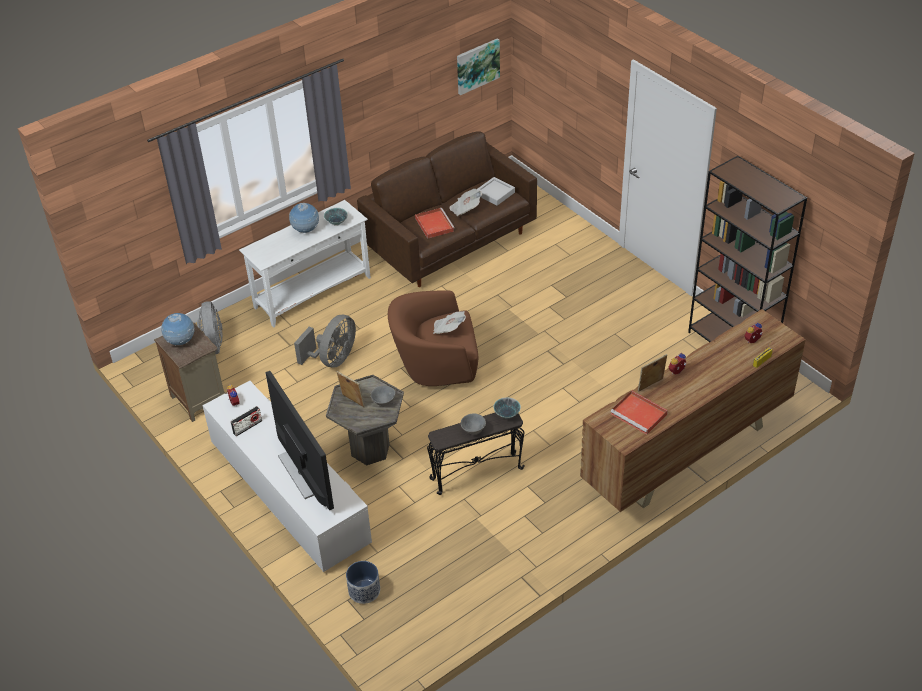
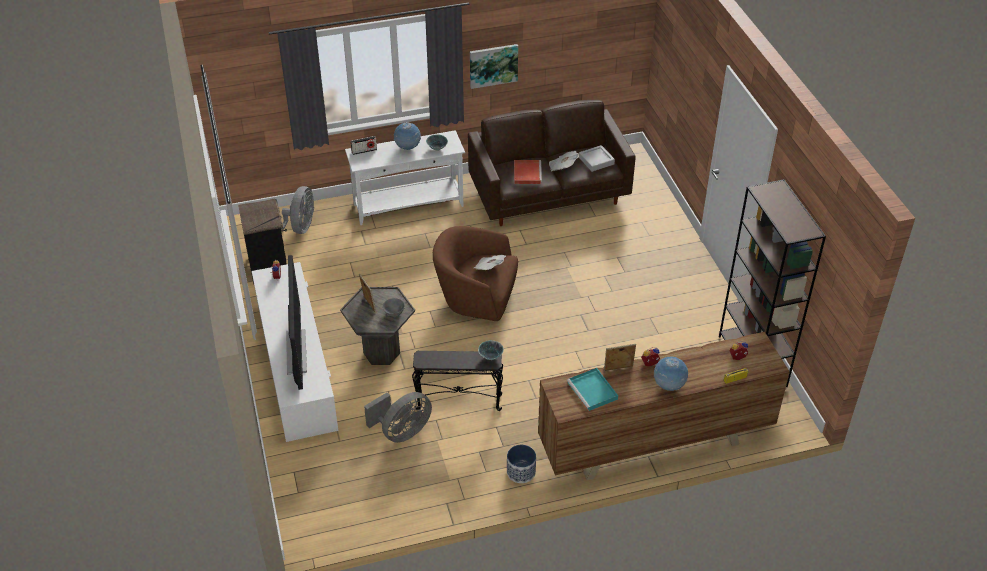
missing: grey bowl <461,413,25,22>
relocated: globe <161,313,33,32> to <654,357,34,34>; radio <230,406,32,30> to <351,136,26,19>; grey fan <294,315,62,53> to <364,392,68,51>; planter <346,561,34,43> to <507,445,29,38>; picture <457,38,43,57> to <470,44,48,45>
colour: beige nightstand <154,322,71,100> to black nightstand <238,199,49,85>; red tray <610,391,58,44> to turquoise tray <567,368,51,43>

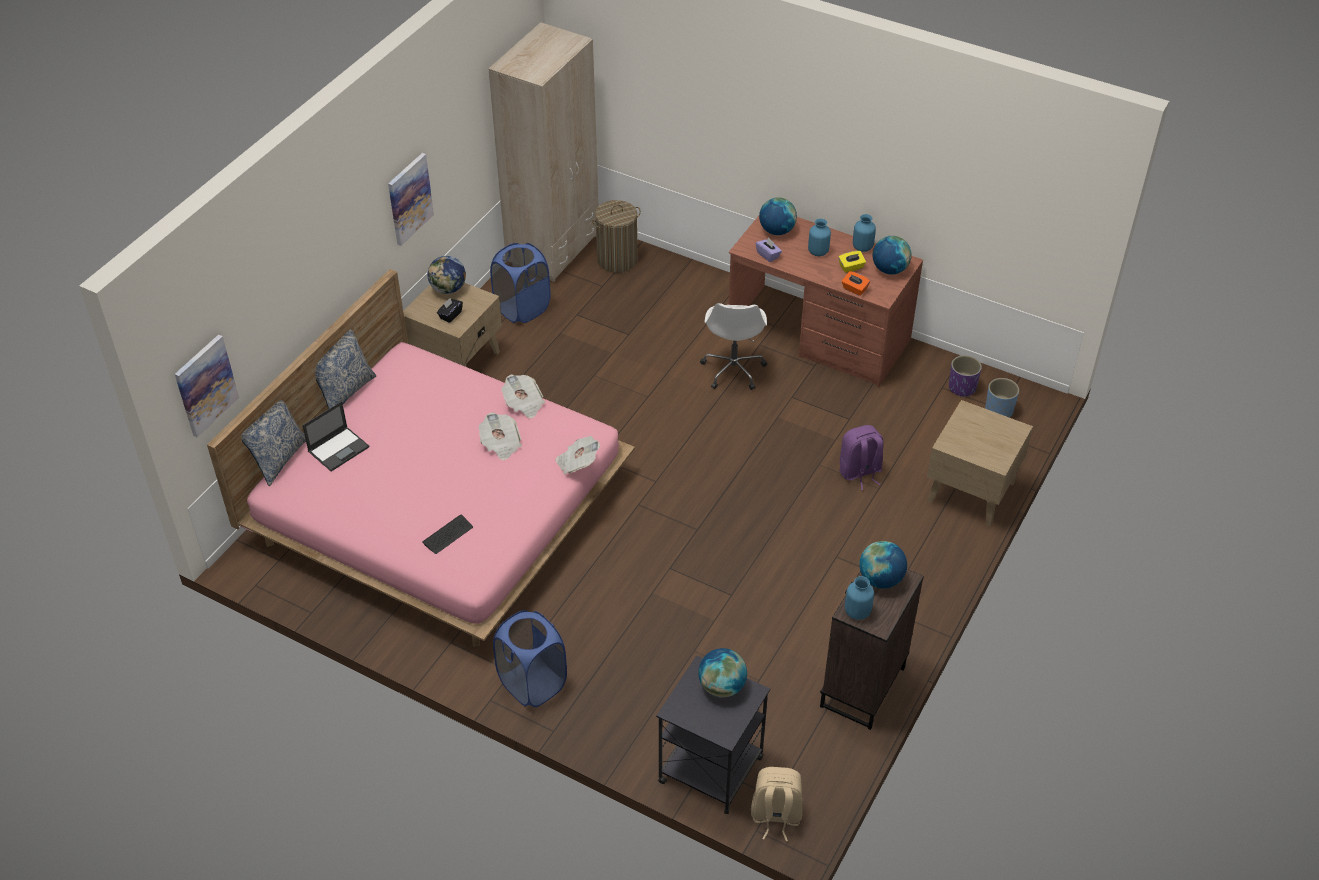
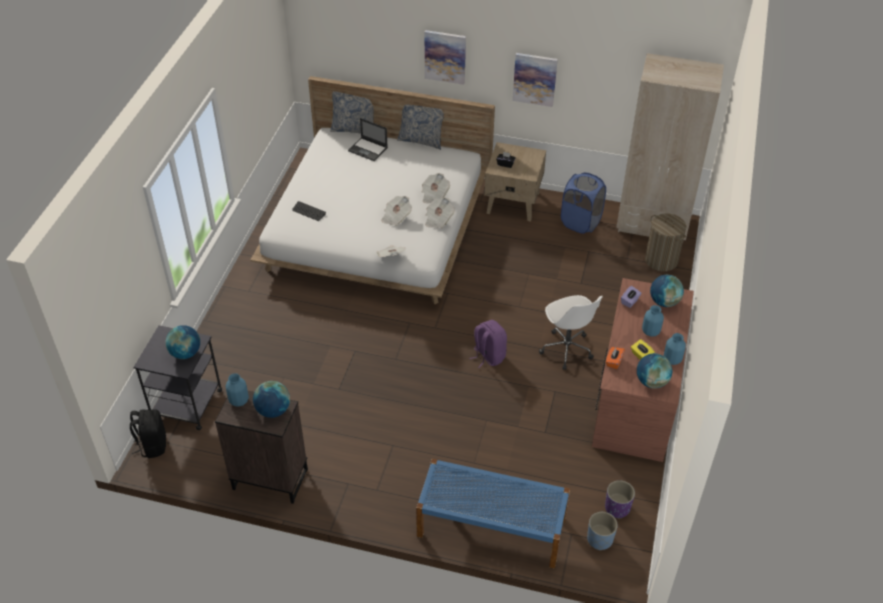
missing: globe <428,256,38,38>; blue laundry basket <493,610,74,97>
appeared: newspaper <422,173,28,31>
relocated: picture <175,334,64,104> to <425,30,41,55>; purple backpack <840,425,44,65> to <469,320,38,48>
exchanged: beige nightstand <927,400,106,127> to blue bench <416,459,154,110>
colour: pink bed <207,269,428,378> to white bed <250,76,245,228>; beige backpack <751,767,52,74> to black backpack <130,410,36,48>
spun: white office chair <700,303,67,87> = <539,295,64,75> 105 degrees counterclockwise

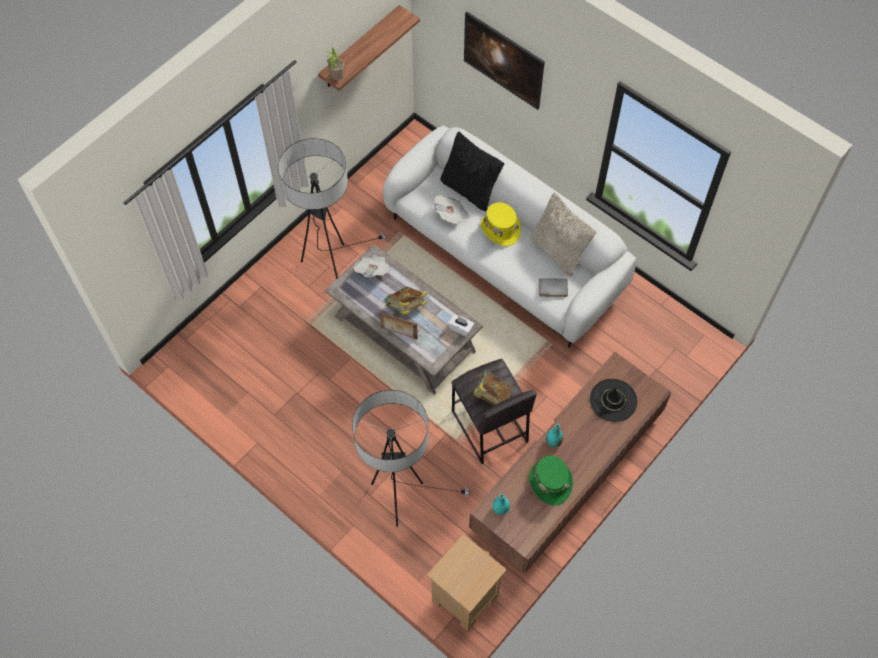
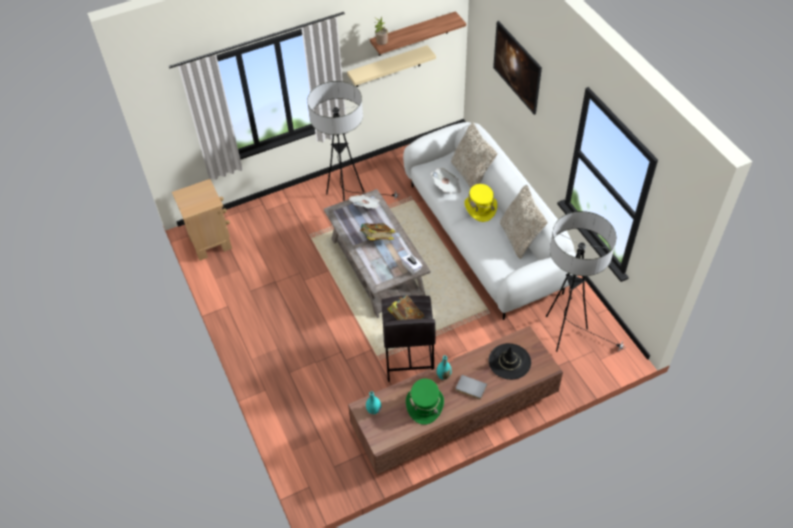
missing: picture frame <380,312,38,27>
appeared: beige shelf <347,45,89,42>
relocated: floor lamp <352,390,120,137> to <546,211,80,141>; beige nightstand <427,534,80,98> to <172,179,60,82>; grey book <539,278,29,19> to <455,375,32,25>
colour: black pillow <440,131,65,80> to beige pillow <451,122,47,66>

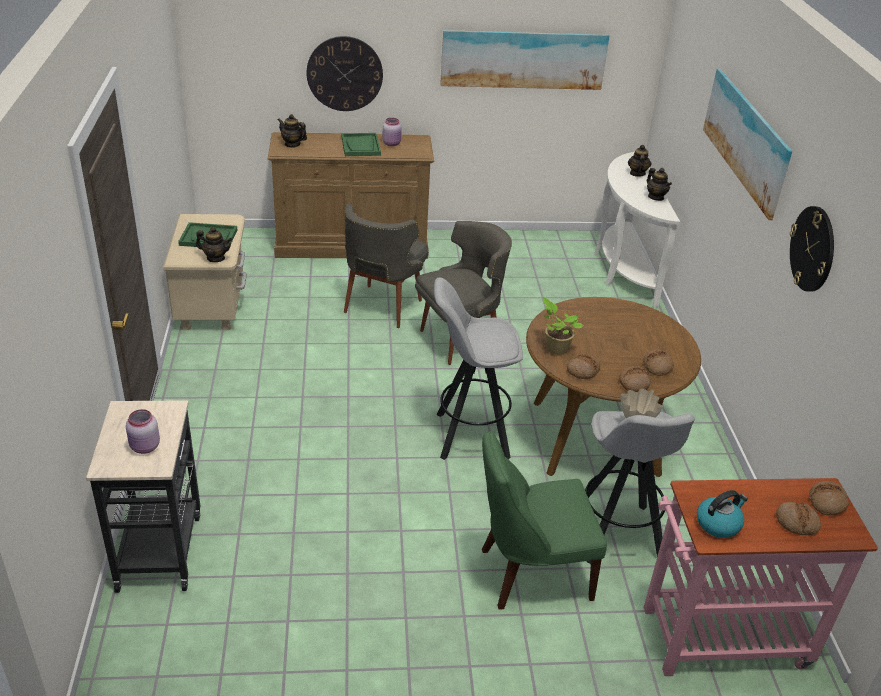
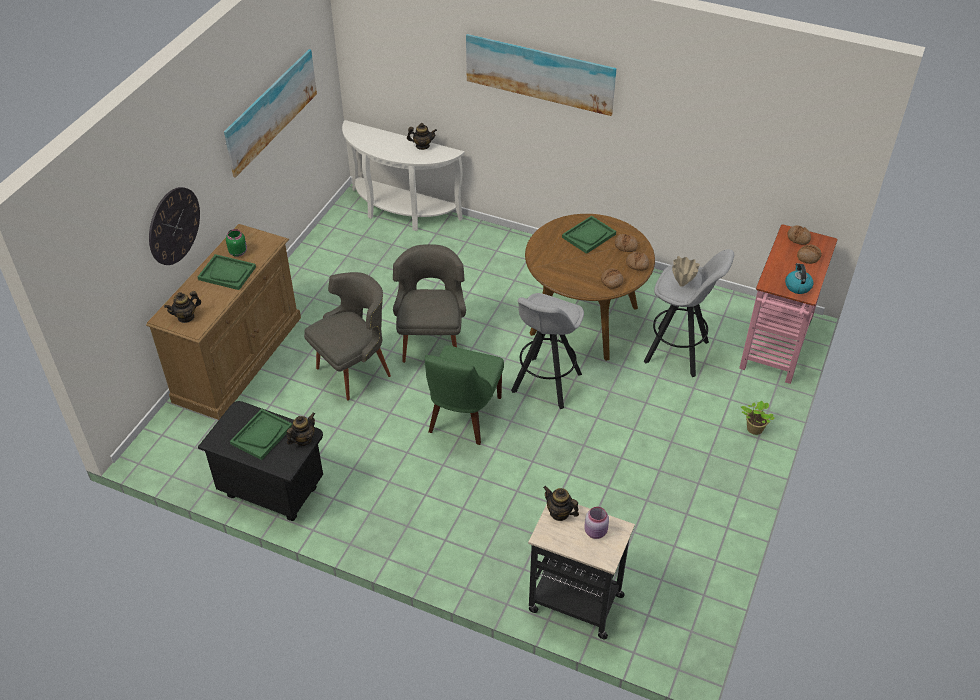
missing: wall clock <790,206,44,86>
appeared: green tray <562,216,54,38>
relocated: green chair <482,431,125,179> to <425,345,79,100>; potted plant <542,297,42,58> to <741,401,34,34>; teapot <628,145,23,32> to <543,486,36,35>
colour: beige nightstand <163,214,84,116> to black nightstand <198,401,125,120>; pink jar <383,118,19,28> to green jar <226,229,21,28>
spun: grey chair <344,204,85,124> = <304,272,87,129> 90 degrees counterclockwise

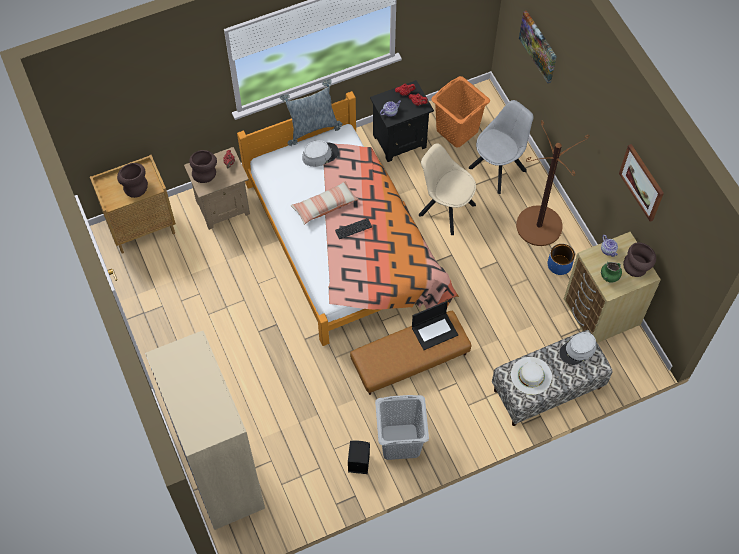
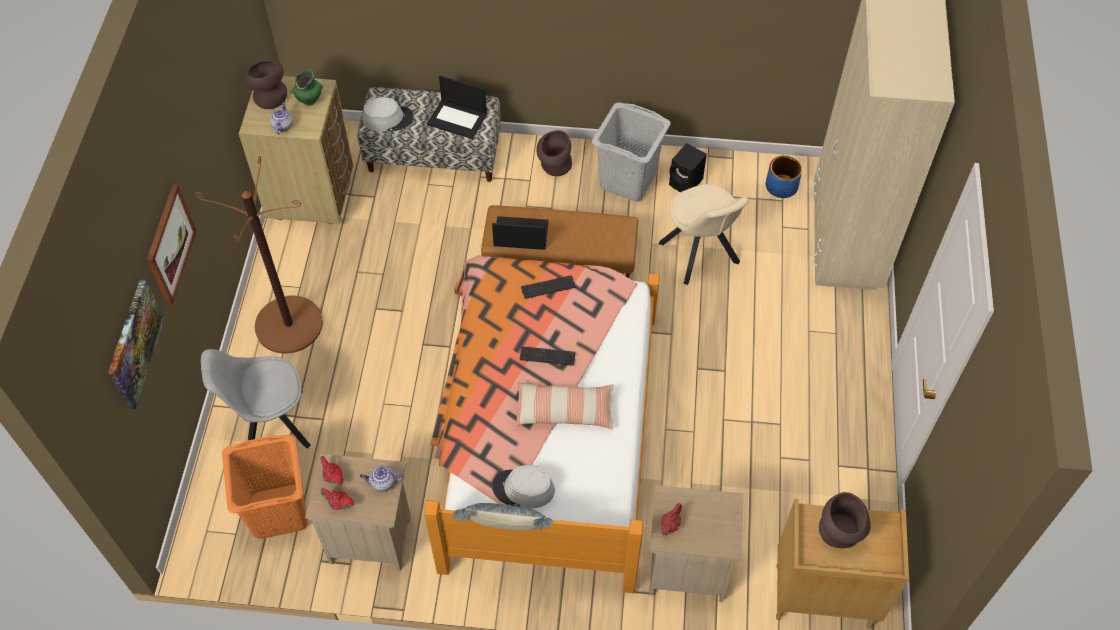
appeared: keyboard <521,275,55,24>
relocated: brown vase <189,150,28,33> to <536,130,36,46>; beige chair <419,143,57,92> to <658,184,91,101>; blue planter <548,244,27,31> to <766,155,36,43>; picture <619,144,45,77> to <147,184,49,121>
exchanged: white hat <511,357,41,38> to laptop <427,75,60,64>
colour: black nightstand <370,80,64,82> to beige nightstand <305,454,106,117>

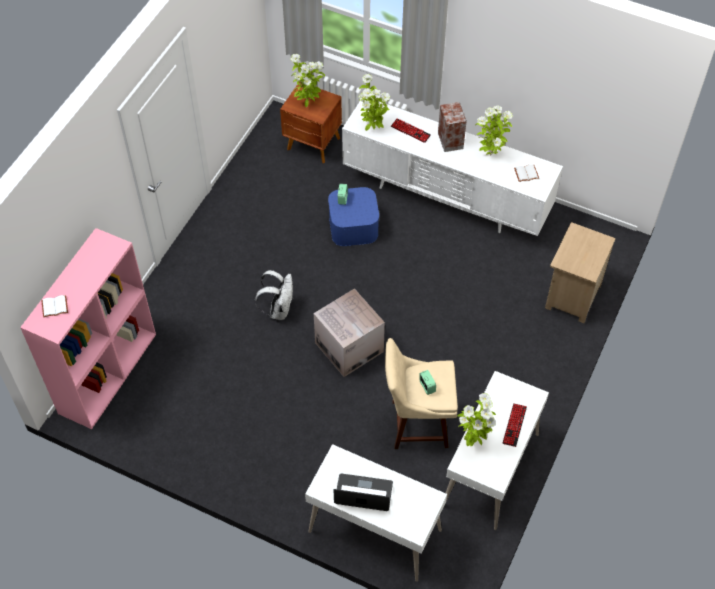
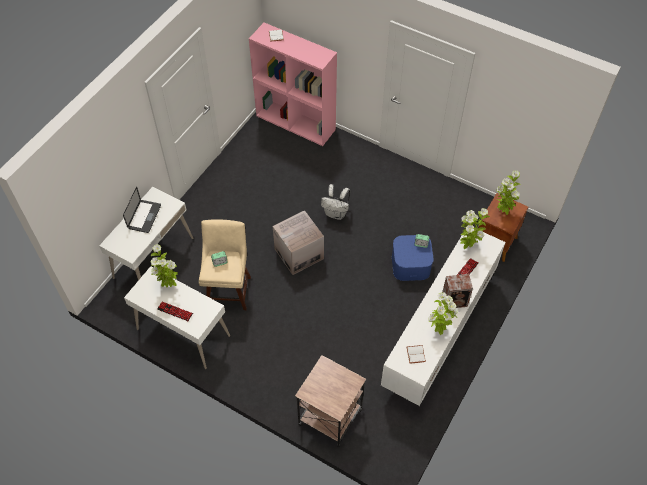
exchanged: beige nightstand <545,222,71,101> to brown cart <295,355,71,92>

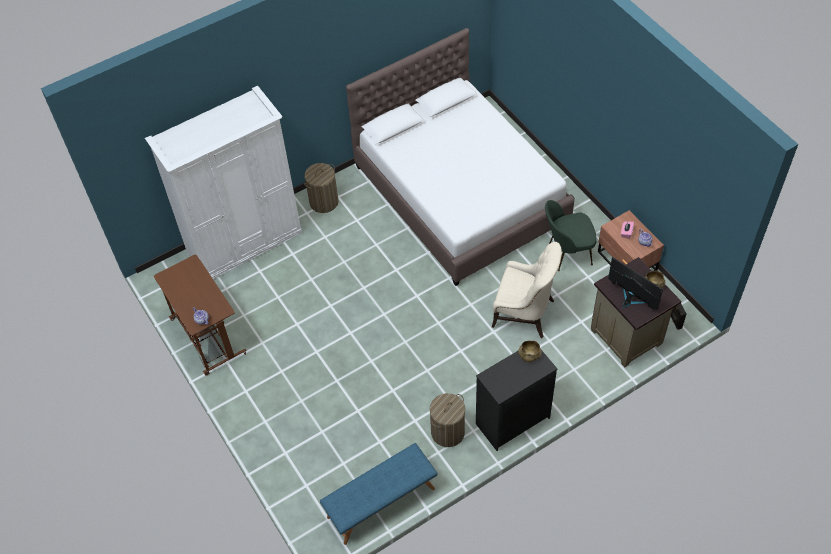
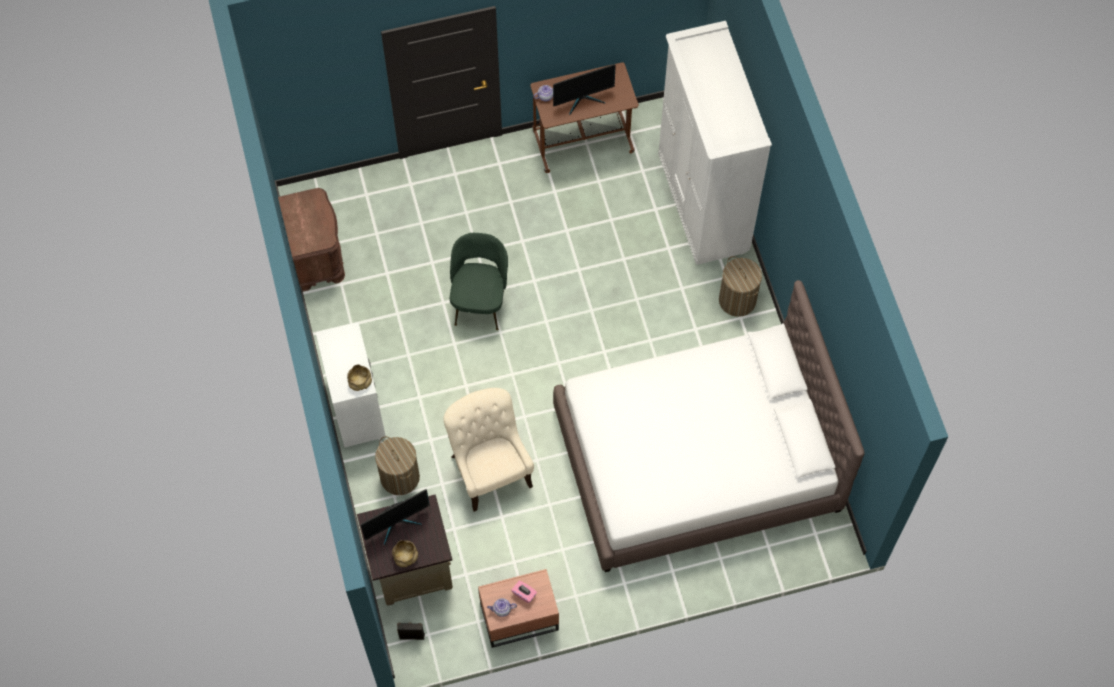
appeared: monitor <553,64,63,51>
relocated: laundry basket <430,393,35,54> to <375,436,45,59>; green chair <545,200,52,71> to <450,233,58,97>
exchanged: blue bench <320,443,118,102> to brown nightstand <278,188,67,104>
colour: black dresser <476,351,82,100> to white dresser <316,322,70,125>
spun: beige armchair <492,242,70,96> = <444,388,90,124> 120 degrees clockwise

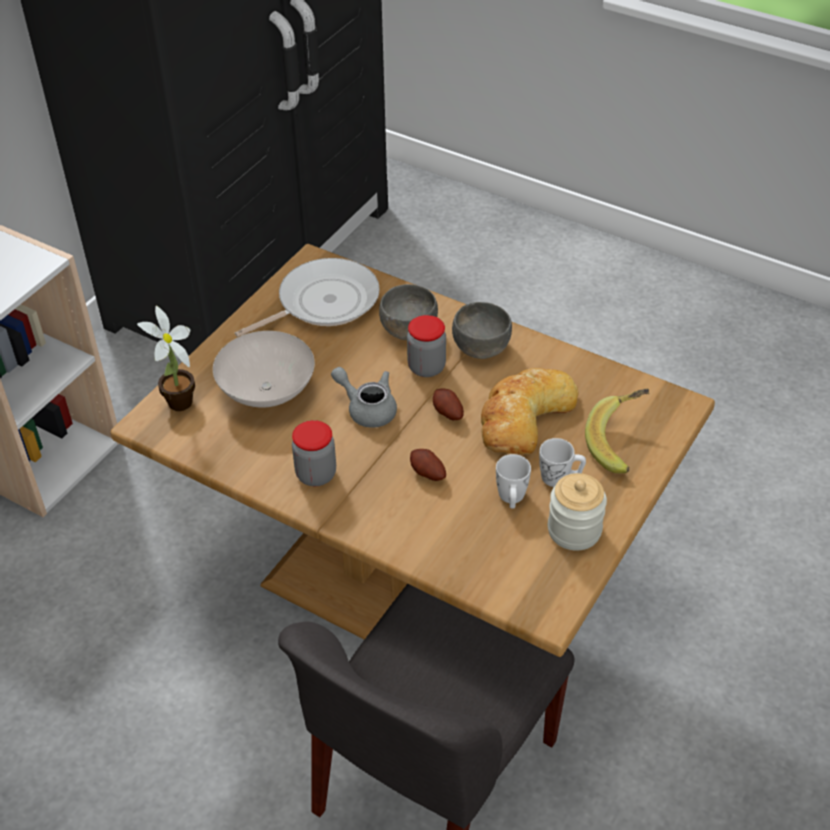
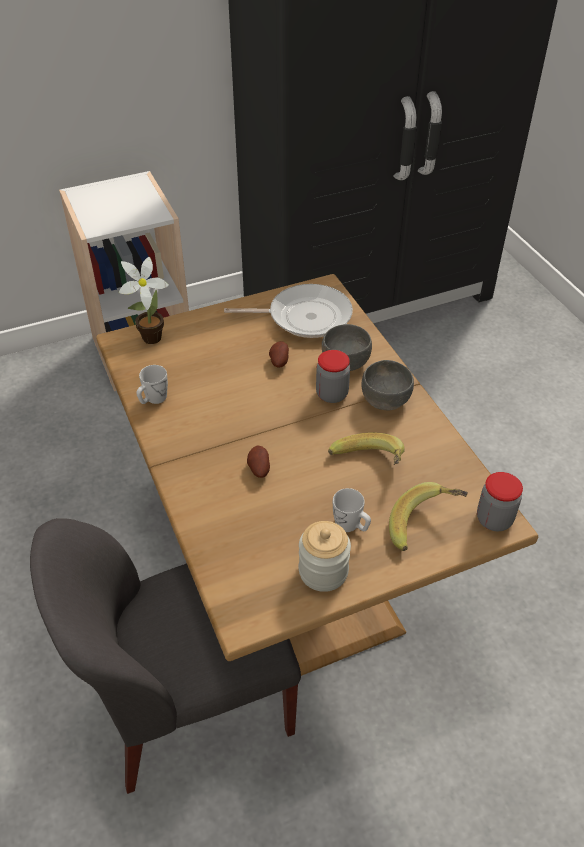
missing: white bowl <213,331,102,77>; grey teapot <331,367,66,61>
relocated: jar <292,420,44,66> to <477,472,46,59>; potato <433,388,31,32> to <269,341,20,27>; white mug <496,454,35,54> to <136,365,32,39>
exchanged: bread <481,368,98,86> to banana <328,433,77,32>

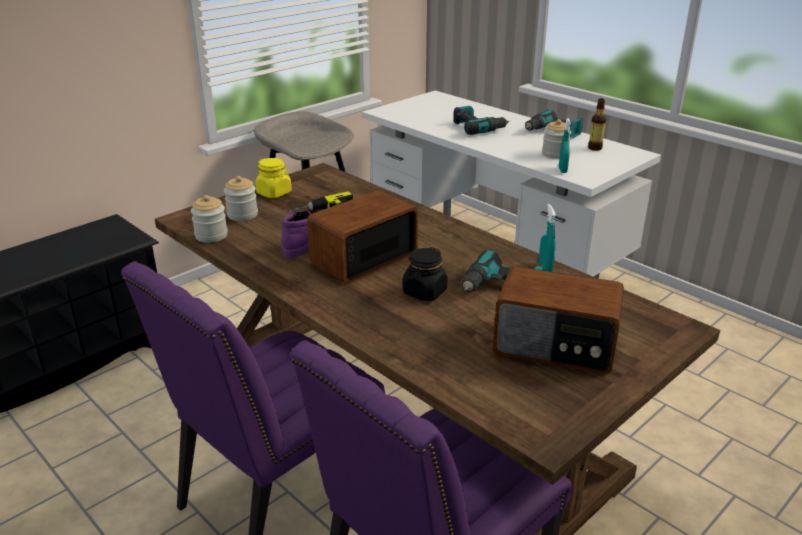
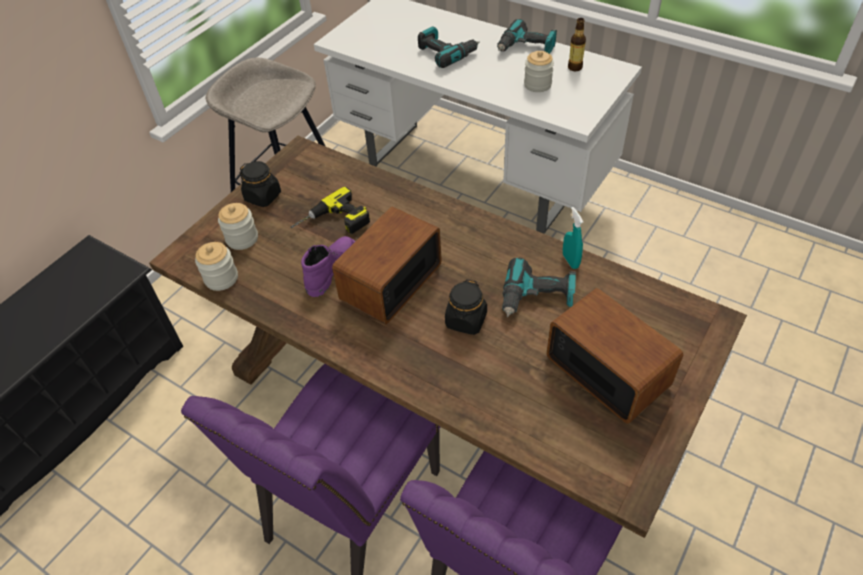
missing: turquoise spray bottle <559,118,12,55>
colour: yellow jar <255,158,37,40> to black jar <240,161,41,46>
spun: radio <493,266,131,108> = <546,288,137,136> 135 degrees counterclockwise

